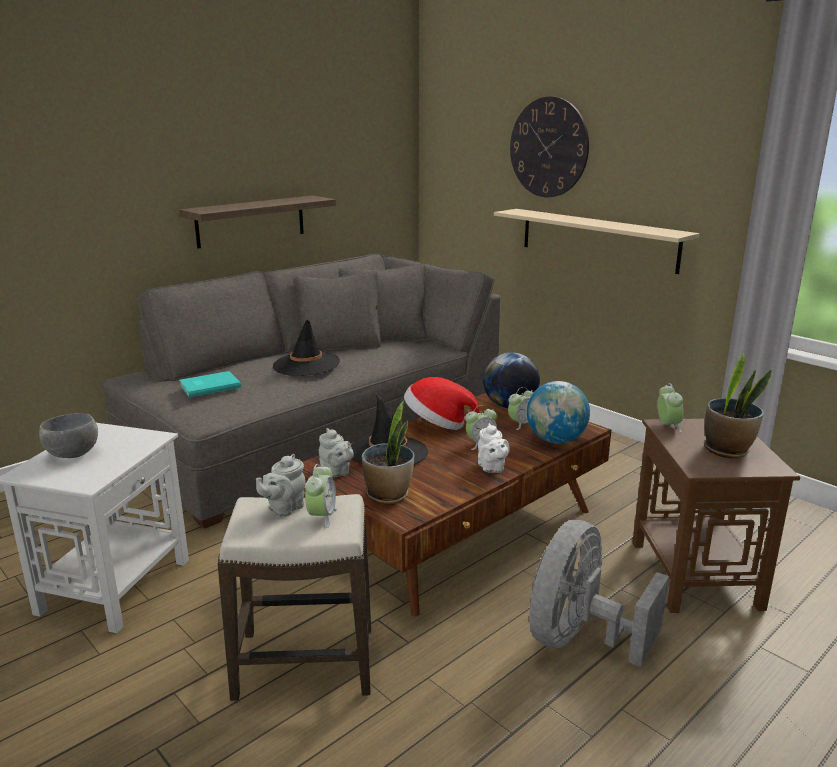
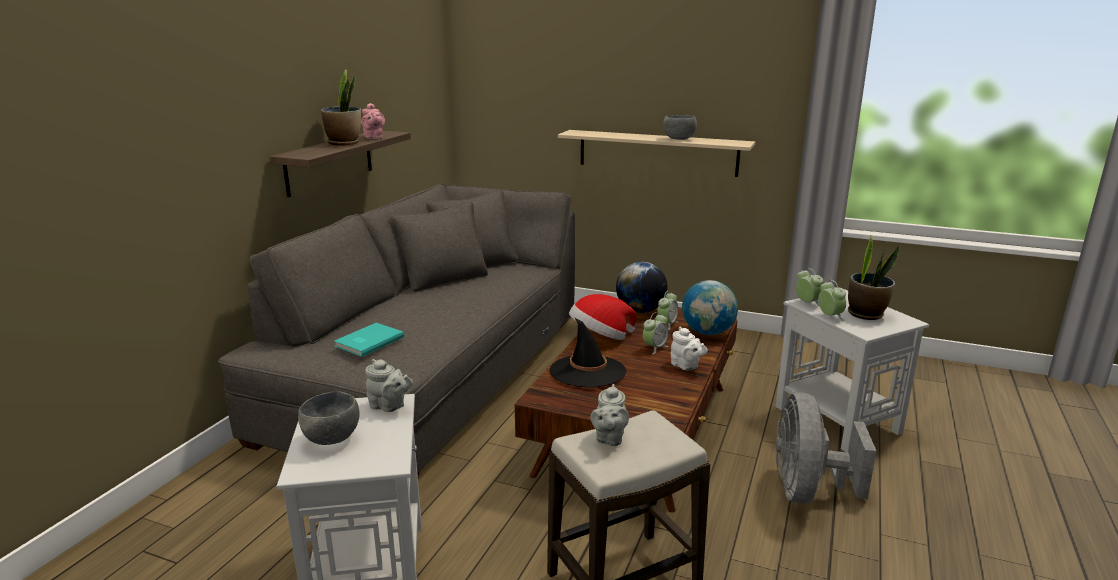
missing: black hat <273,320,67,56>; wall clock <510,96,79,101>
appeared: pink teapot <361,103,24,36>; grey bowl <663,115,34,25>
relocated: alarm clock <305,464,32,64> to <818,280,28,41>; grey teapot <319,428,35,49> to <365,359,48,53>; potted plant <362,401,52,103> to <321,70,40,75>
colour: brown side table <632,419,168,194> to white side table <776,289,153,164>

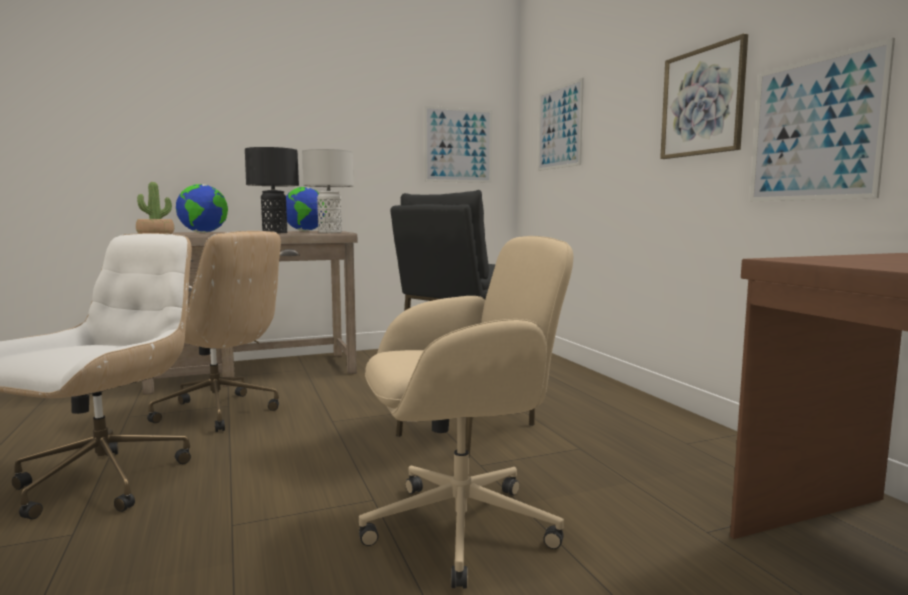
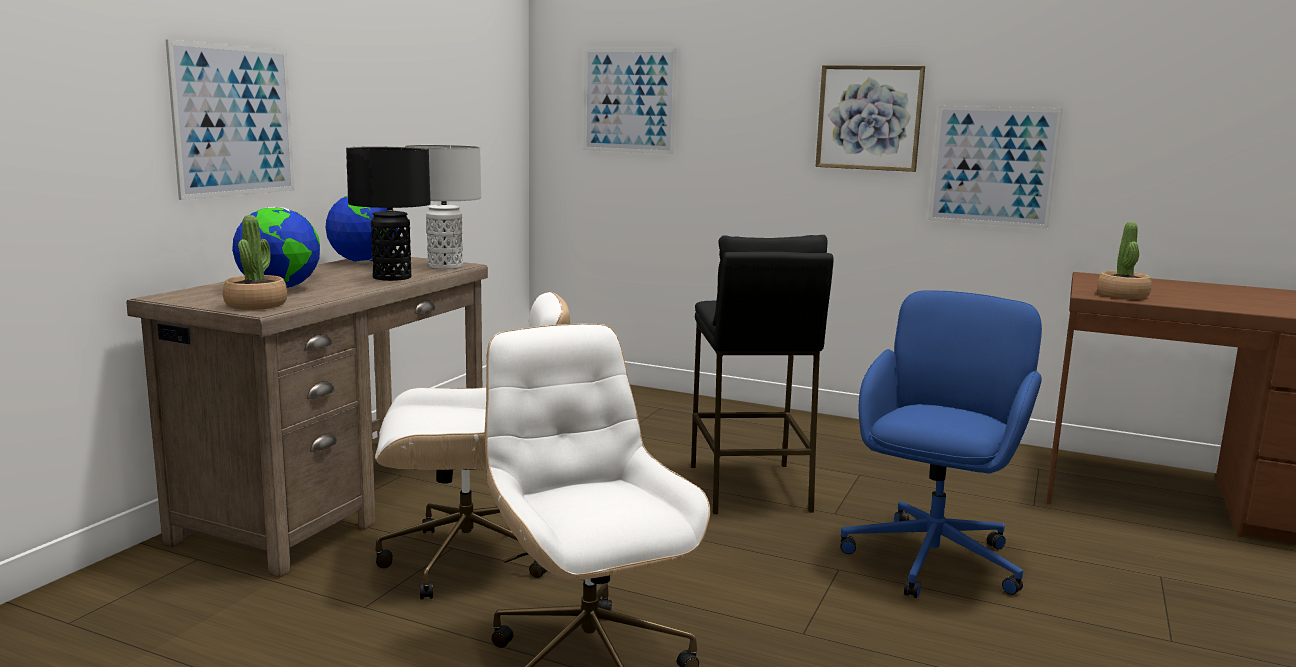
appeared: potted plant <1097,222,55,77>
relocated: picture <424,106,68,77> to <166,39,129,161>
colour: beige office chair <359,236,214,352> to blue office chair <840,290,202,308>

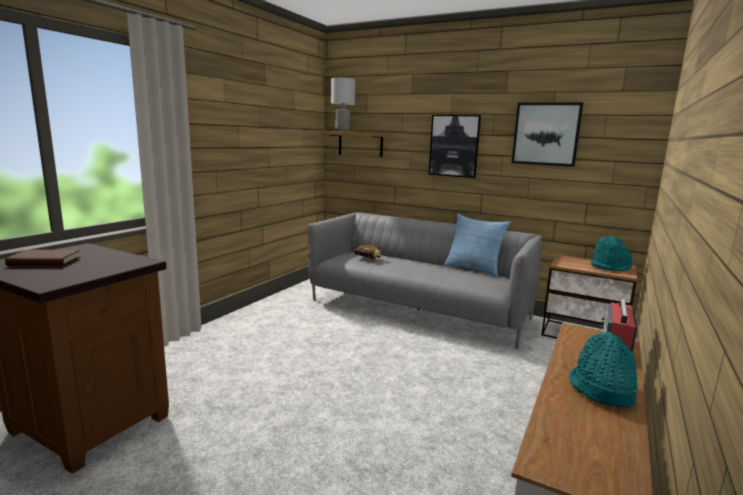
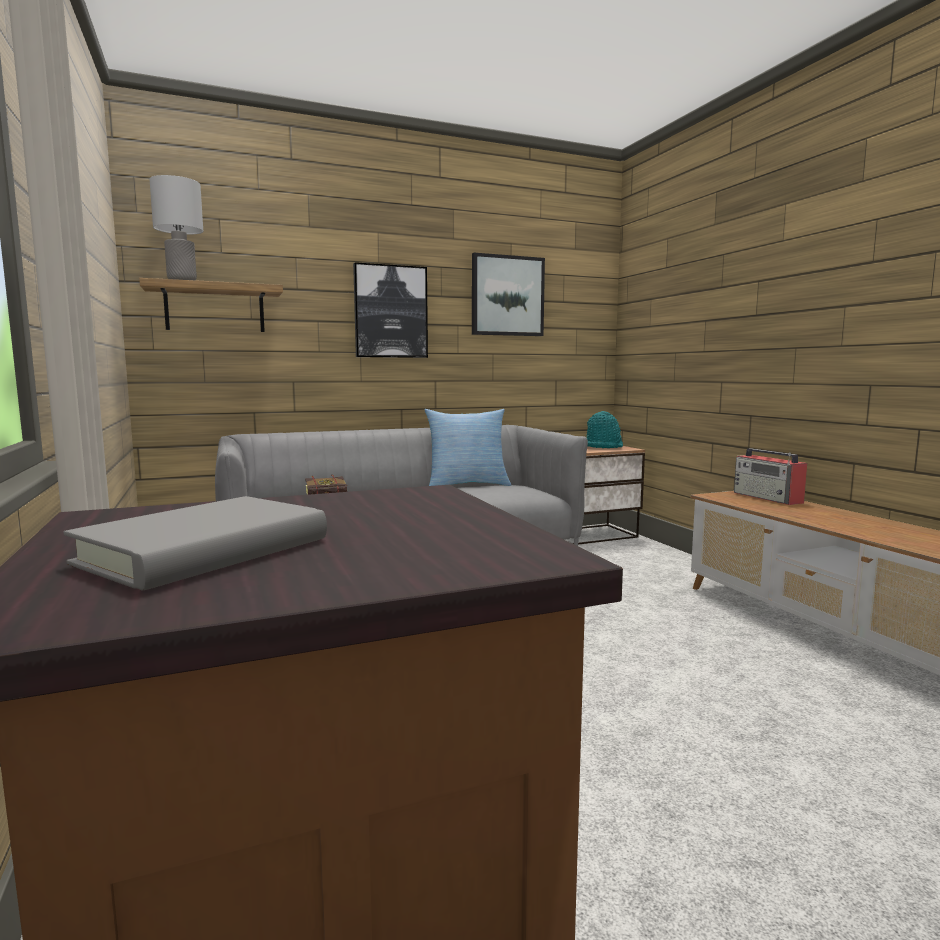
missing: turquoise hat <569,332,69,76>
colour: brown book <5,250,75,16> to grey book <64,496,263,95>

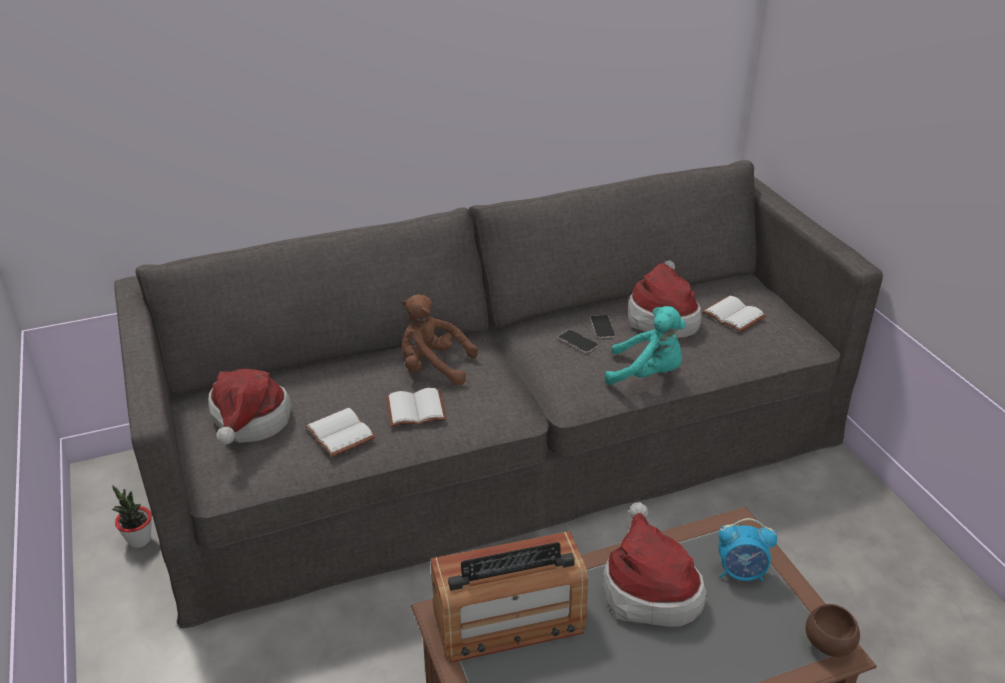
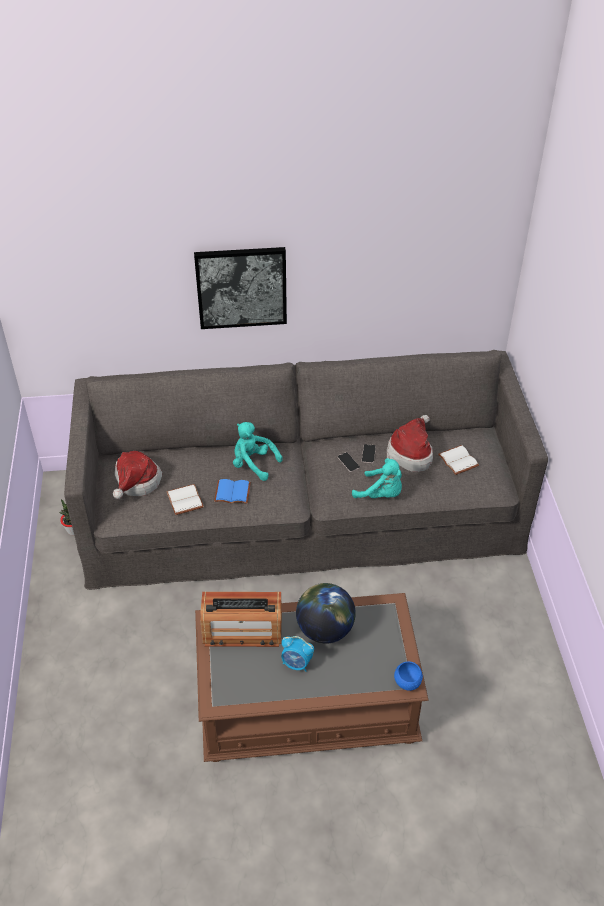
appeared: picture <194,247,93,82>
relocated: alarm clock <718,518,59,64> to <281,636,33,36>
exchanged: hat <603,502,104,125> to globe <296,583,60,61>
colour: white book <386,388,61,39> to blue book <214,479,37,25>; brown plush toy <402,294,76,92> to turquoise plush toy <233,422,49,59>; brown bowl <805,604,55,53> to blue bowl <394,661,29,30>

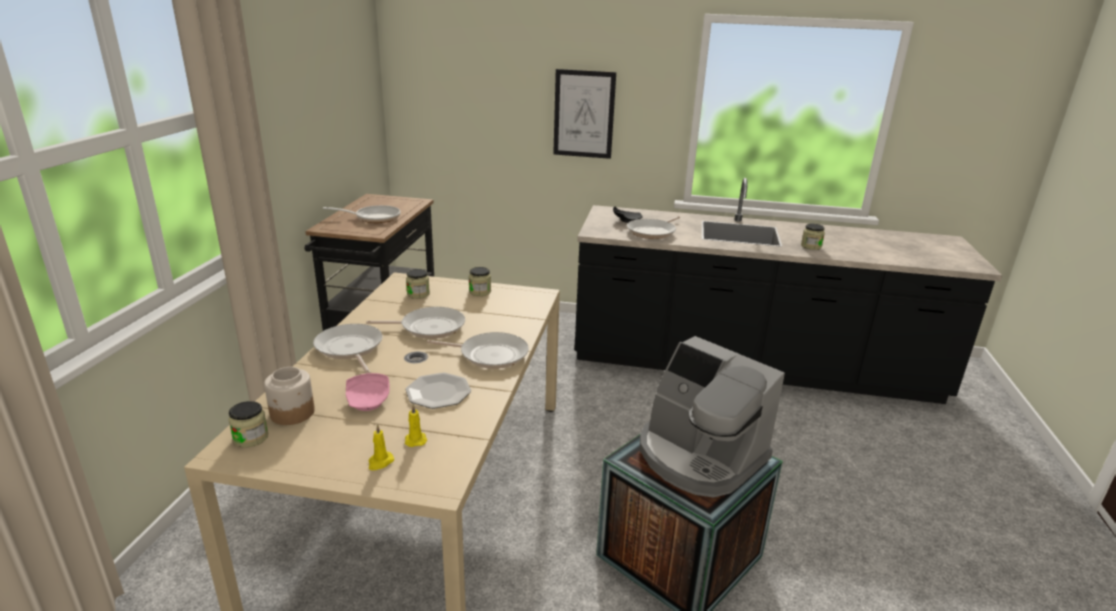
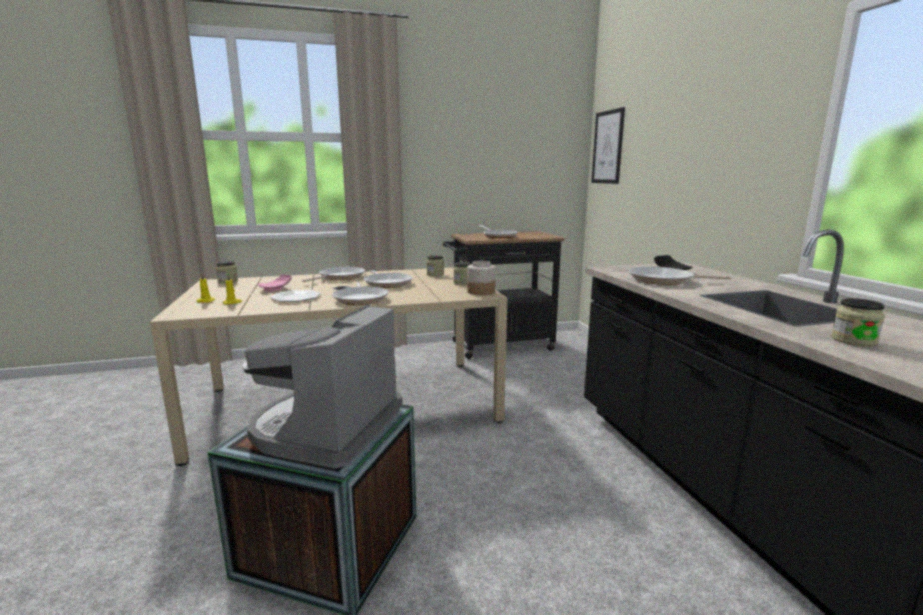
relocated: jar <264,367,51,58> to <467,261,28,34>; picture <553,69,63,90> to <591,107,34,77>

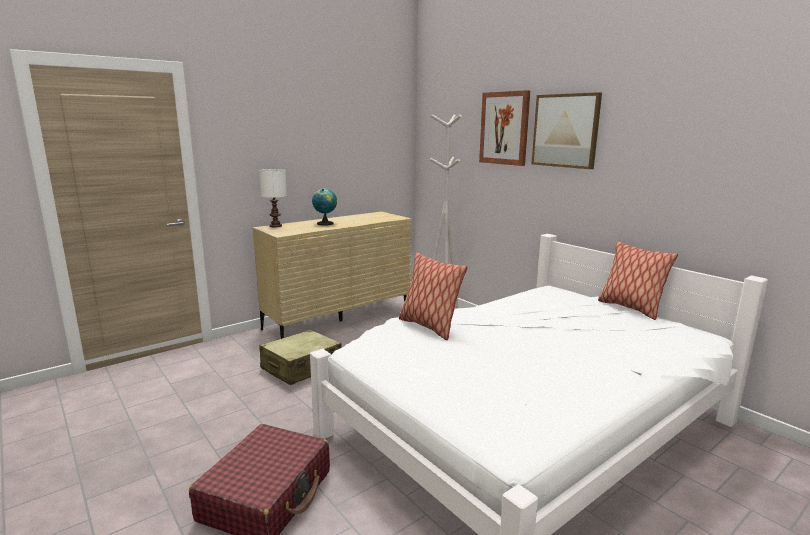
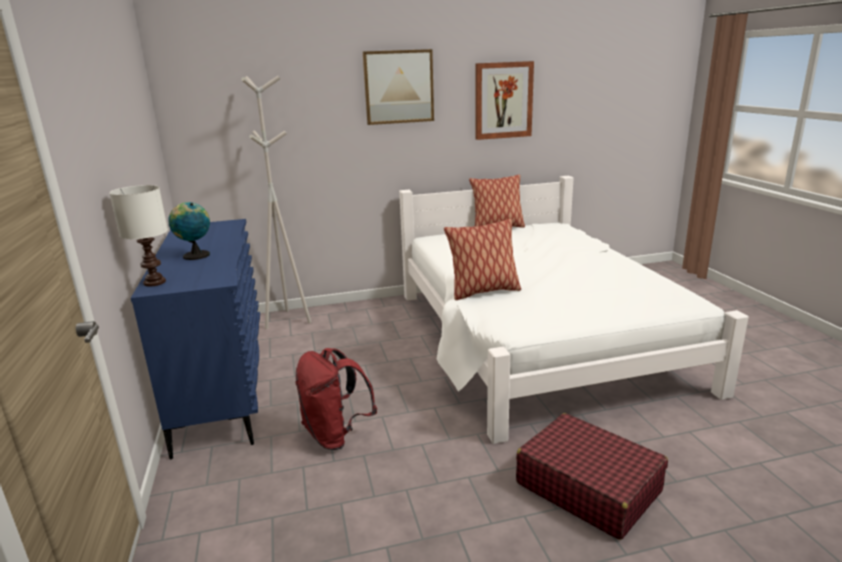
relocated: picture <479,90,51,76> to <476,61,58,79>
exchanged: beige suitcase <259,330,83,55> to red backpack <296,348,81,102>
colour: beige dresser <252,211,160,128> to blue dresser <131,219,129,240>

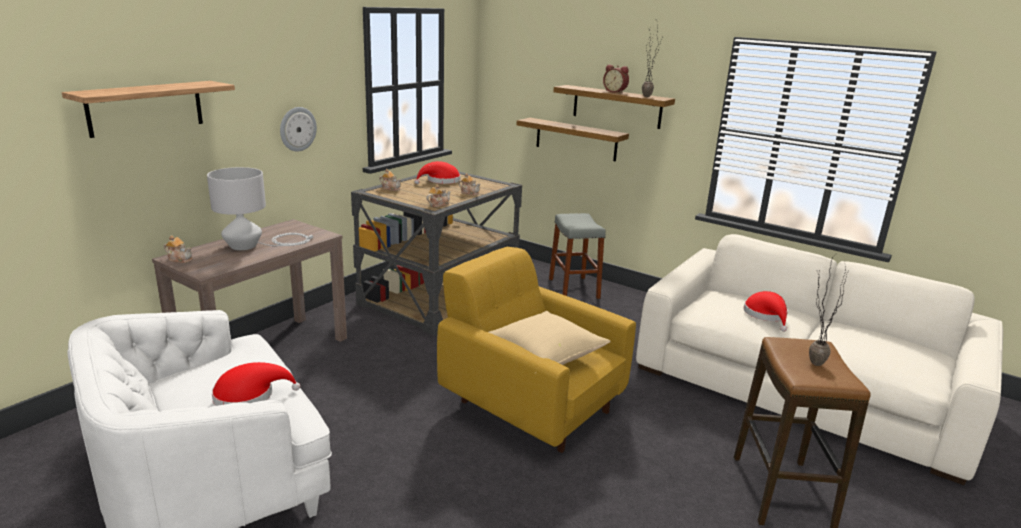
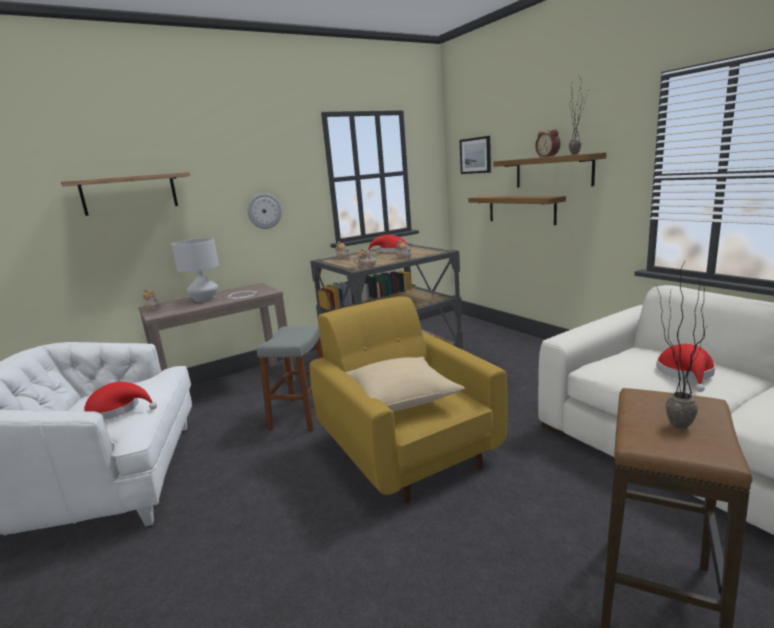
appeared: picture <460,136,31,38>
relocated: grey stool <549,213,57,86> to <257,326,67,105>

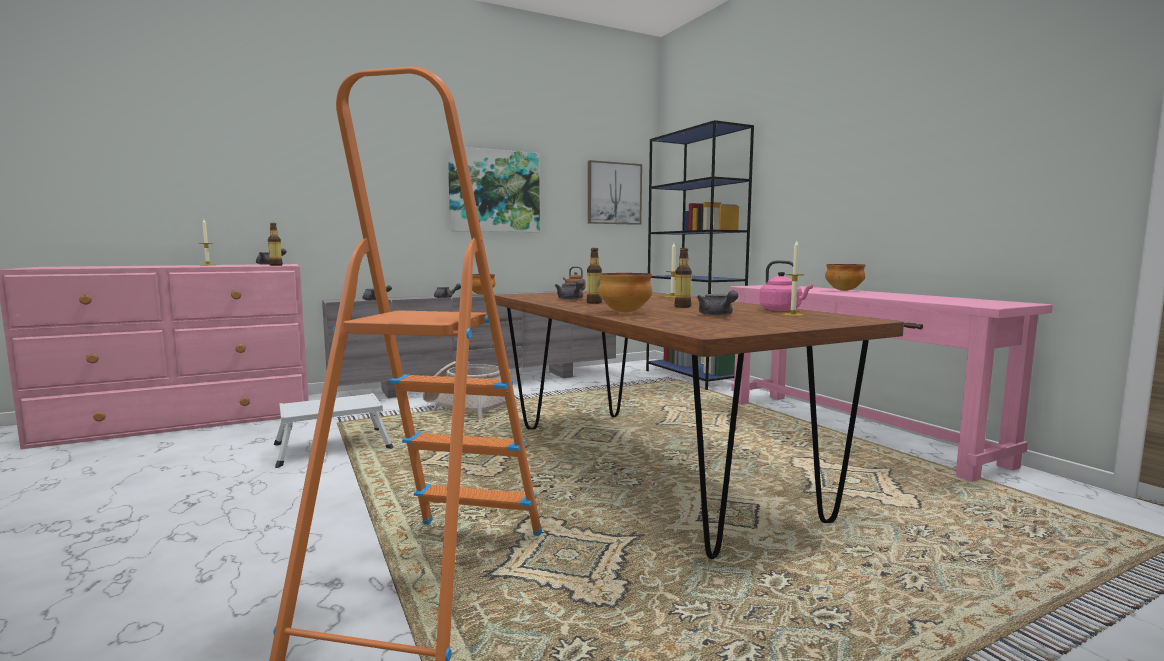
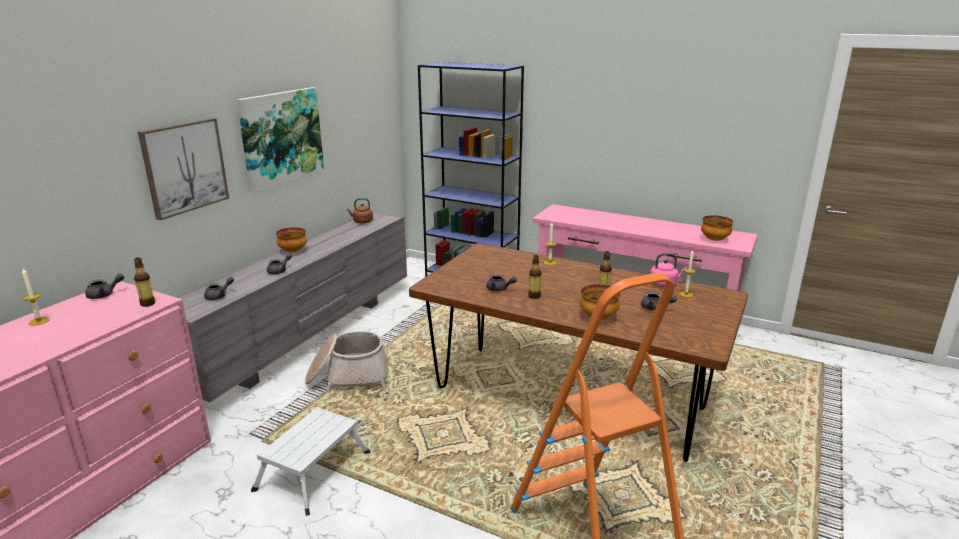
relocated: picture <588,160,54,65> to <138,118,91,102>; bowl <825,264,41,27> to <701,215,32,26>

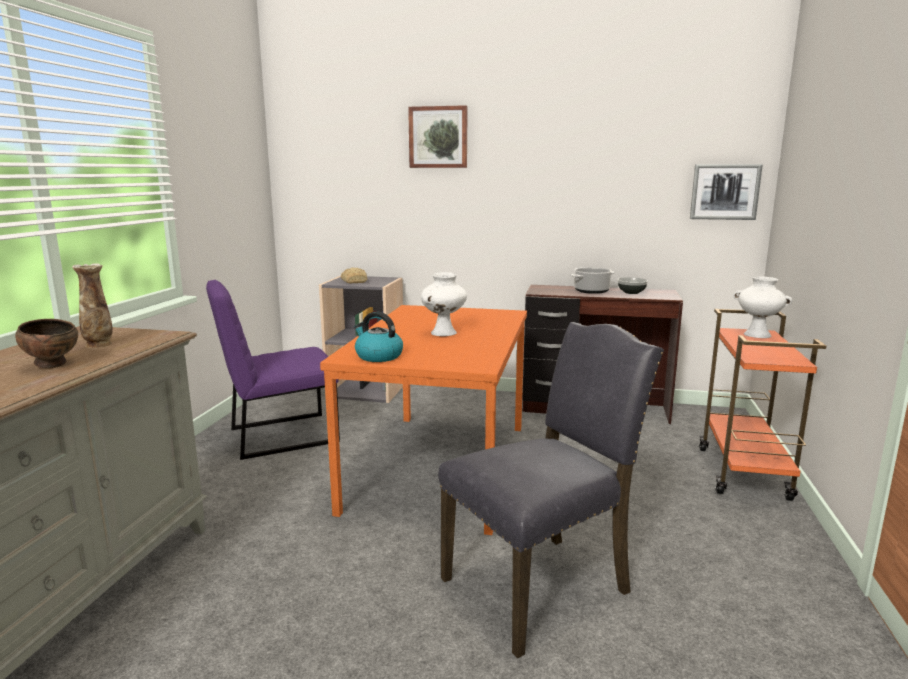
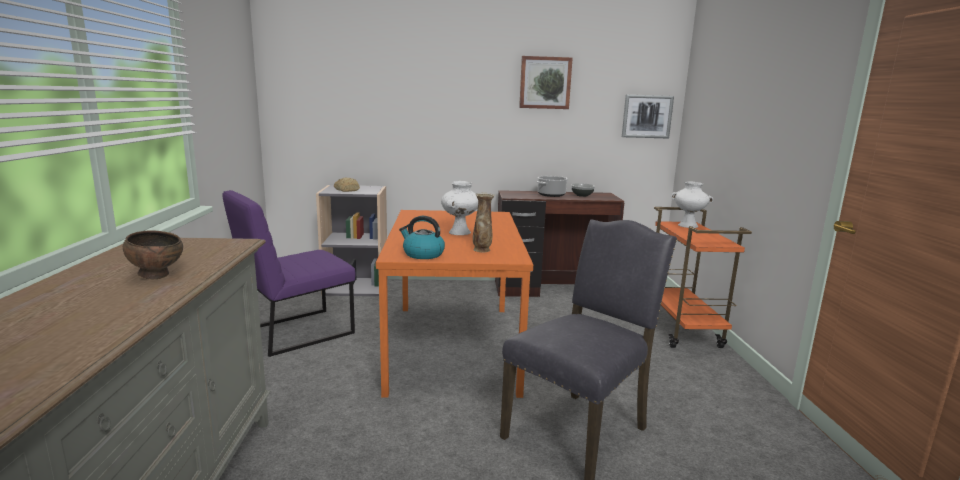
relocated: vase <72,263,41,85> to <473,192,22,60>; picture <408,105,60,63> to <519,56,54,53>

